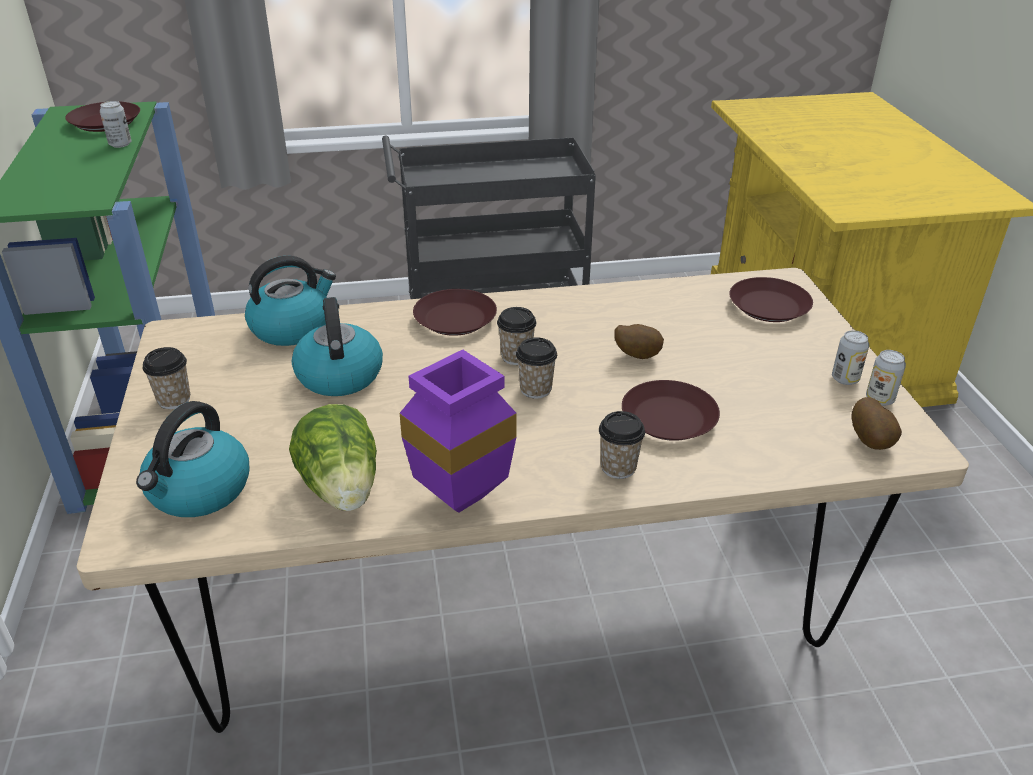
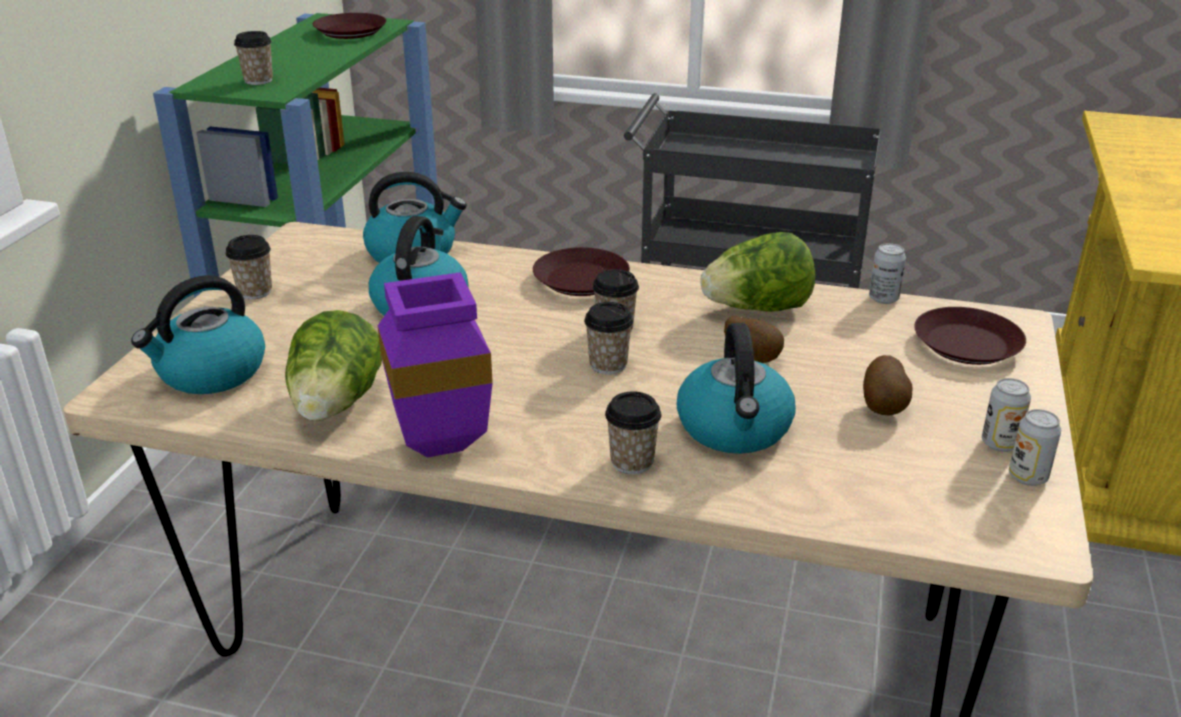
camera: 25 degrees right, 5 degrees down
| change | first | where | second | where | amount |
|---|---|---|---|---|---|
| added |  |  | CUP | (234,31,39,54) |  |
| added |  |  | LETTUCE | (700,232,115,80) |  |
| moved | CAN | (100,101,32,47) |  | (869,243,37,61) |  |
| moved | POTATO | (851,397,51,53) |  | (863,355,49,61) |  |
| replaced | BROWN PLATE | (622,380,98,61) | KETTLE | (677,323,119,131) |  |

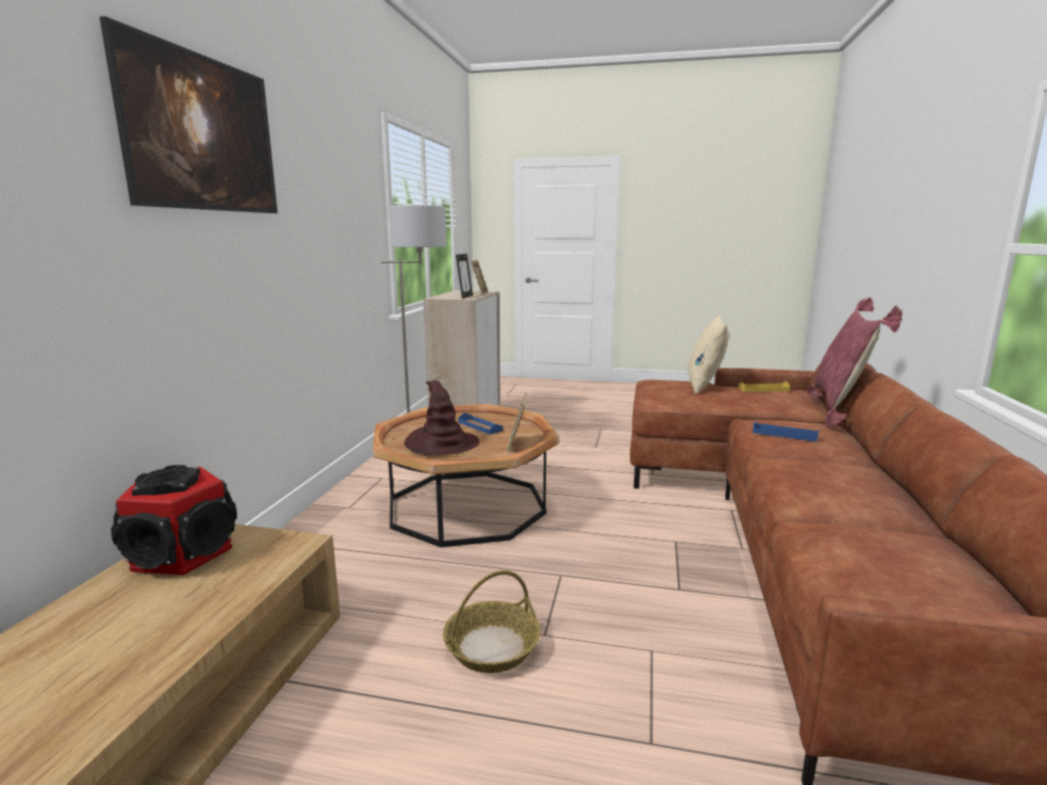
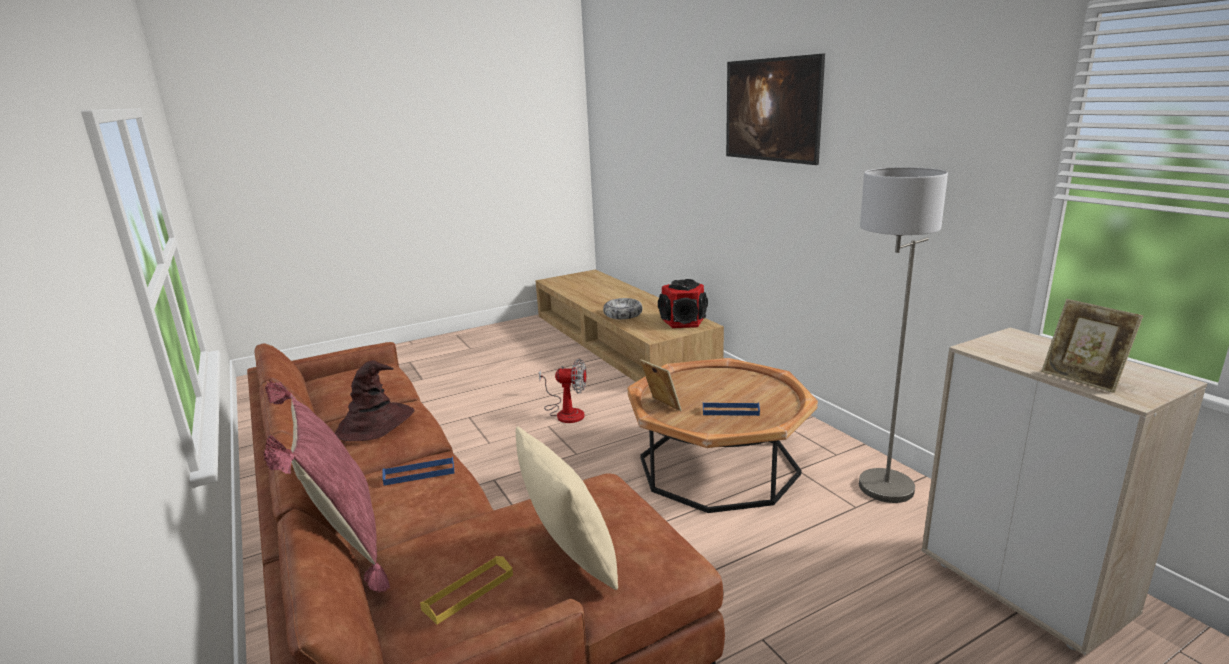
camera: 140 degrees right, 5 degrees up
| change | first | where | second | where | amount |
|---|---|---|---|---|---|
| removed | PICTURE FRAME | (456,254,17,45) |  |  |  |
| added |  |  | BOWL | (603,298,40,21) |  |
| moved | BROWN HAT | (404,380,76,76) |  | (335,360,79,81) |  |
| replaced | BASKET | (443,570,98,103) | FAN | (539,359,48,64) |  |

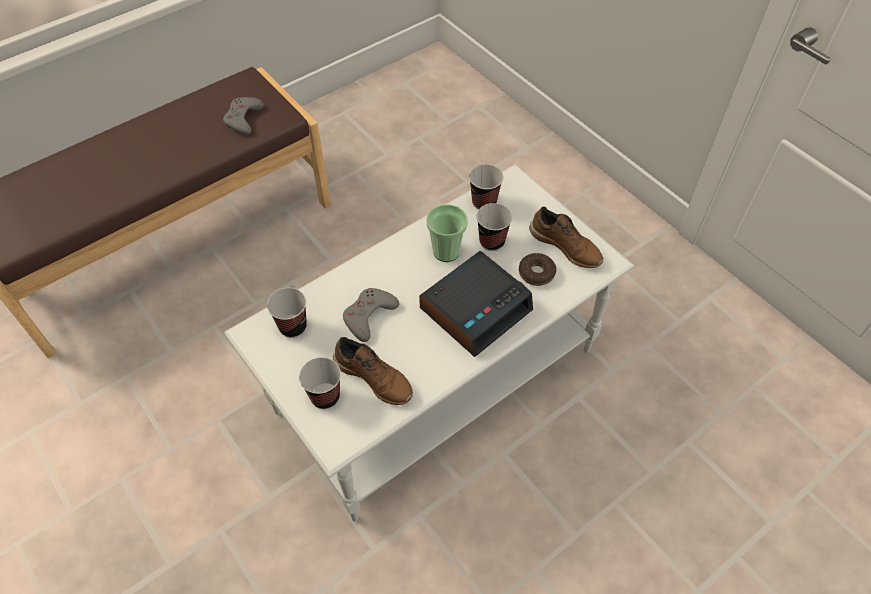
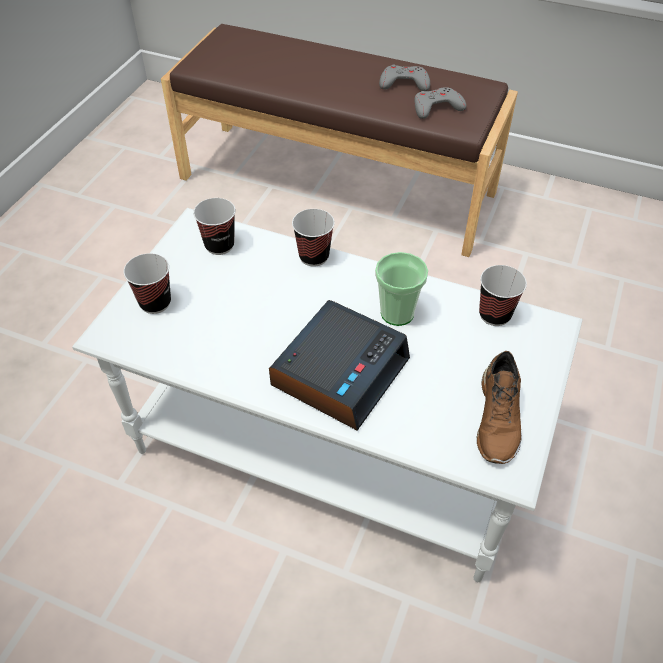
camera: 60 degrees right, 5 degrees down
| change | first | where | second | where | amount |
|---|---|---|---|---|---|
| removed | BROWN SHOE | (333,337,80,68) |  |  |  |
| removed | DONUT | (519,253,37,33) |  |  |  |
| moved | GREY GAME CONTROLLER | (343,288,56,54) |  | (379,64,51,27) |  |
| moved | CUP | (477,203,35,48) |  | (292,209,43,58) |  |
| turned | ALARM CLOCK | (419,251,114,106) |  | (269,300,141,131) | 75 degrees counterclockwise |

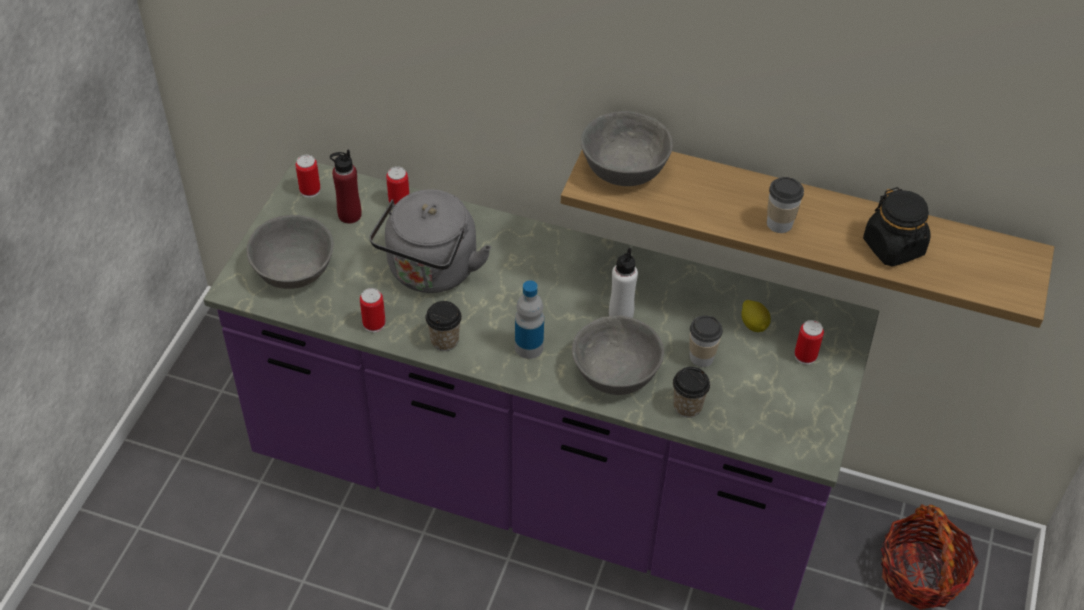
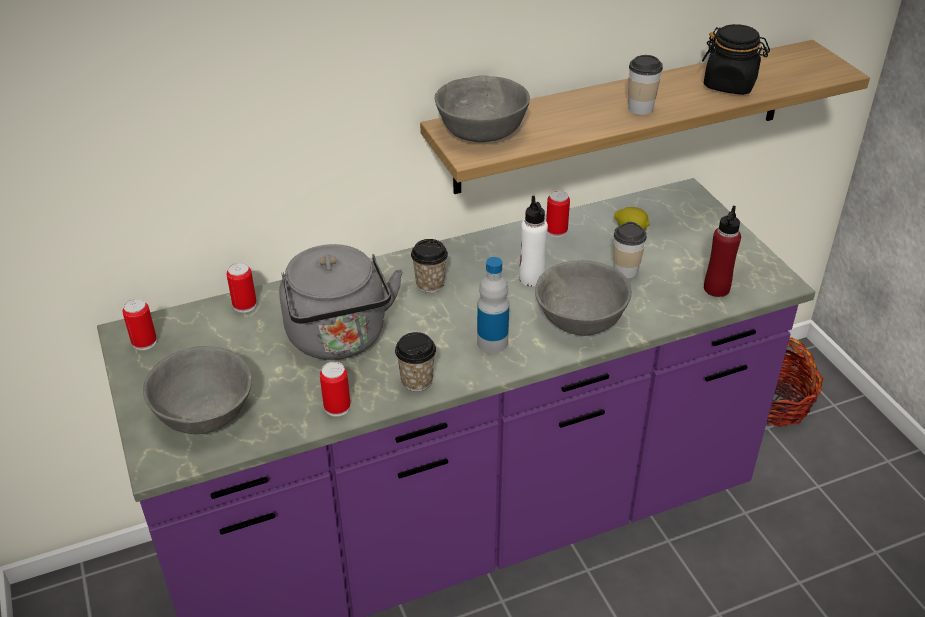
camera: 40 degrees left, 10 degrees down
| change | first | where | second | where | amount |
|---|---|---|---|---|---|
| moved | RED BOTTLE | (330,149,32,75) |  | (704,205,37,92) |  |
| moved | CUP | (673,367,37,51) |  | (411,239,37,54) |  |
| moved | CAN | (794,320,30,45) |  | (546,190,24,47) |  |

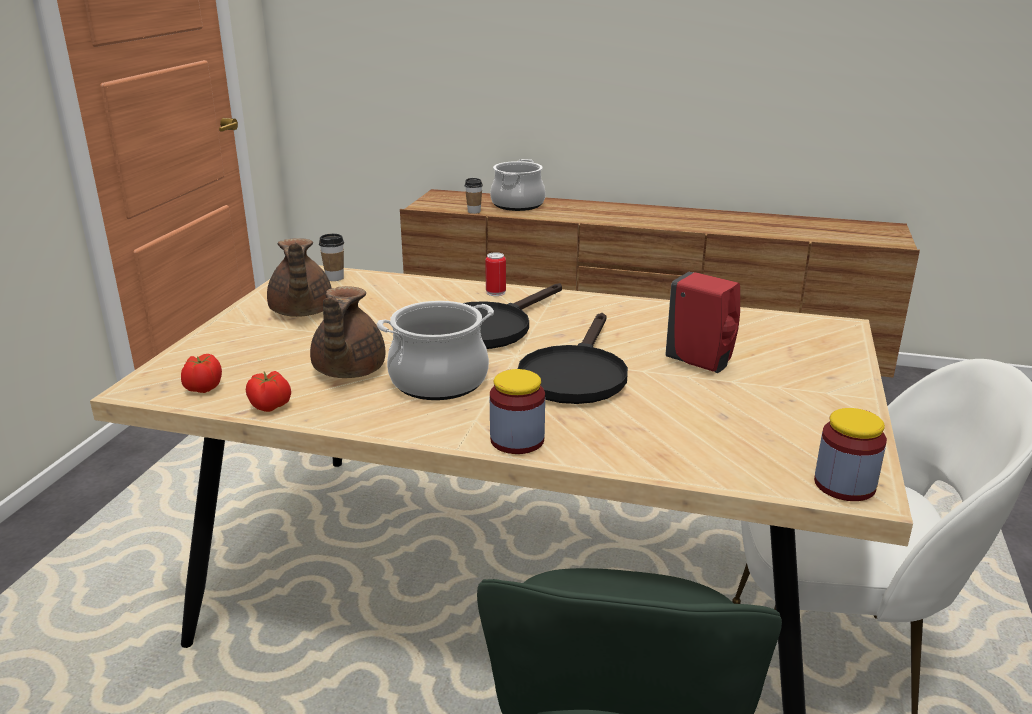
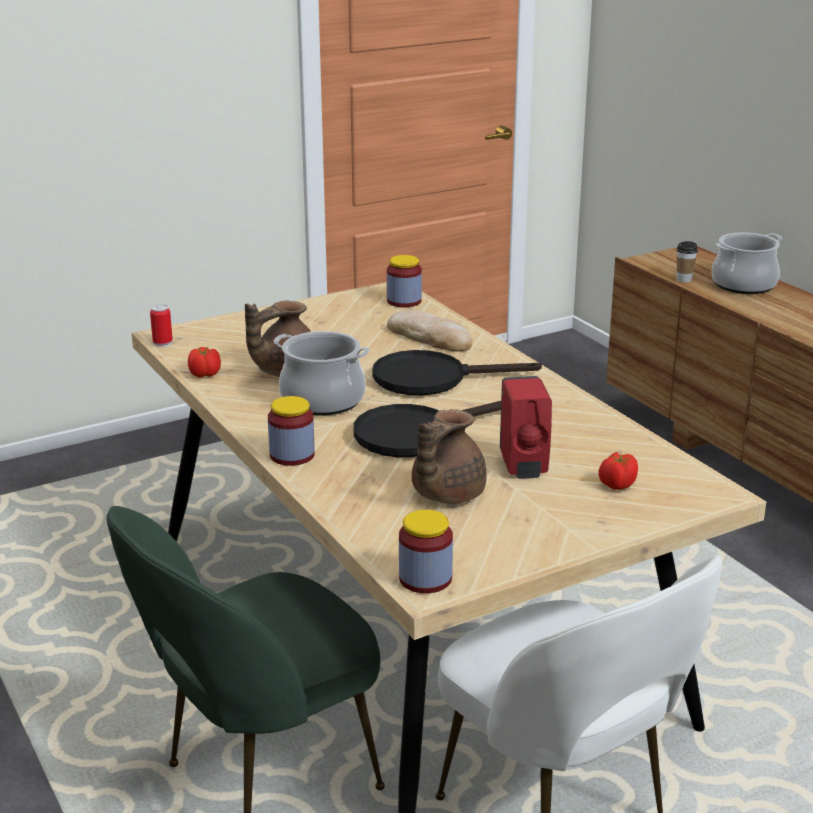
camera: 45 degrees right, 0 degrees up
| change | first | where | second | where | amount |
|---|---|---|---|---|---|
| added |  |  | BREAD | (387,310,85,42) |  |
| moved | TOMATO | (181,354,41,39) |  | (598,452,40,38) |  |
| moved | BROWN TEAPOT | (267,238,64,79) |  | (412,409,75,95) |  |
| moved | CAN | (485,252,21,44) |  | (150,305,23,42) |  |
| replaced | CUP | (319,234,25,47) | JAR | (387,255,35,52) |  |

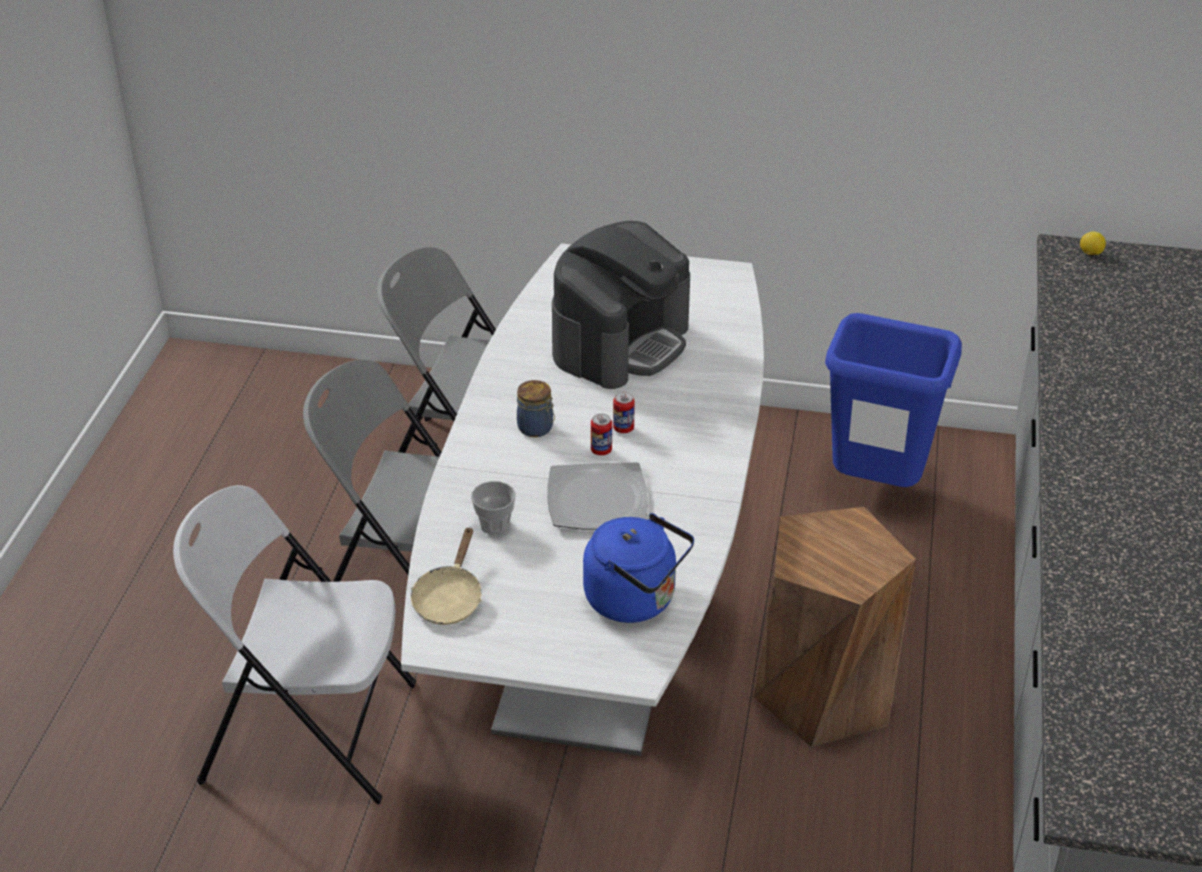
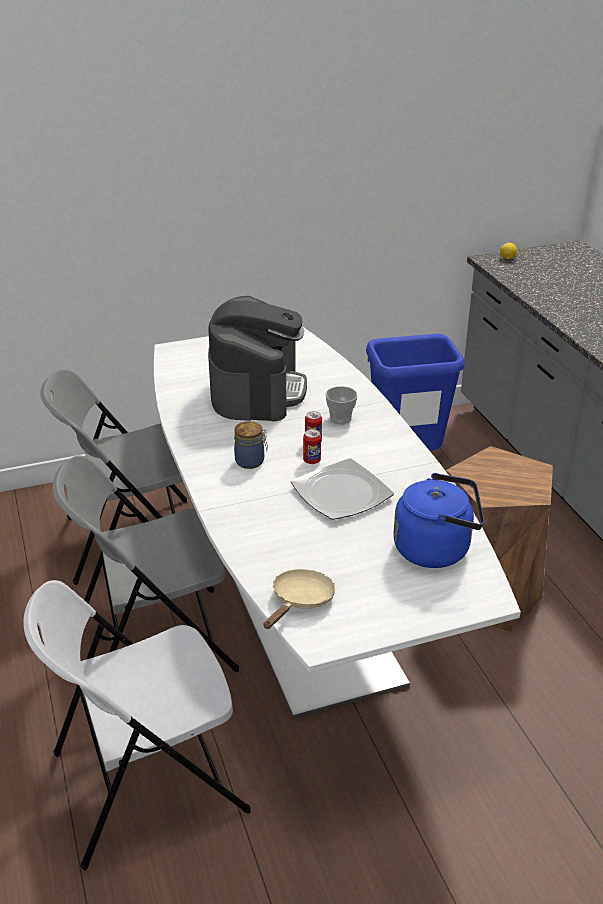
camera: 30 degrees left, 5 degrees down
| change | first | where | second | where | amount |
|---|---|---|---|---|---|
| moved | CUP | (471,481,45,54) |  | (325,386,33,38) |  |
| turned | BEIGE FRYING PAN | (411,527,70,98) |  | (263,569,72,60) | 135 degrees counterclockwise |

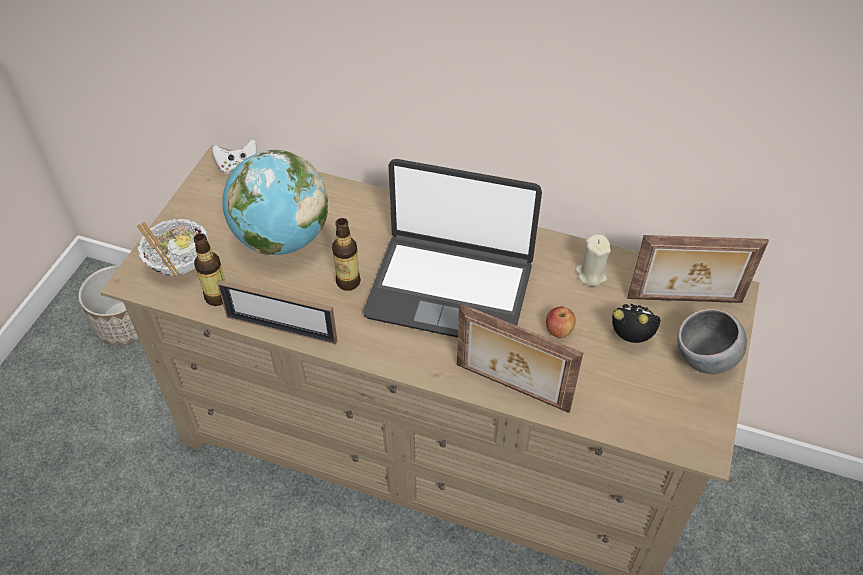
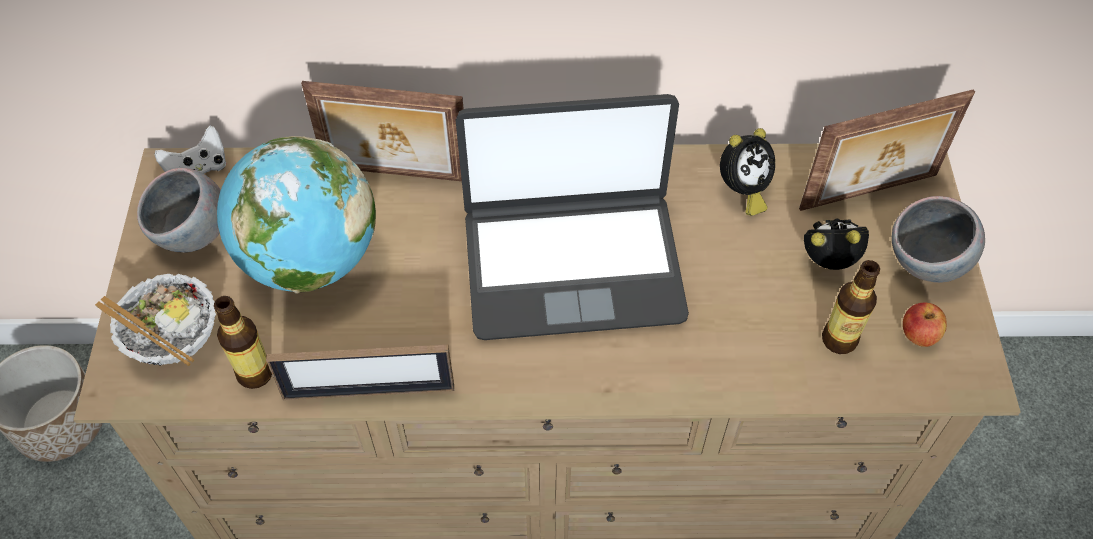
camera: 20 degrees left, 5 degrees up
| change | first | where | second | where | amount |
|---|---|---|---|---|---|
| added |  |  | GREY BOWL | (137,168,84,85) |  |
| moved | BOTTLE | (332,218,29,73) |  | (822,260,58,94) |  |
| moved | PICTURE FRAME | (457,303,126,110) |  | (301,81,163,100) |  |
| moved | APPLE | (546,307,30,31) |  | (903,303,44,44) |  |
| replaced | BEIGE CANDLE | (575,234,36,52) | ALARM CLOCK | (720,128,55,88) |  |

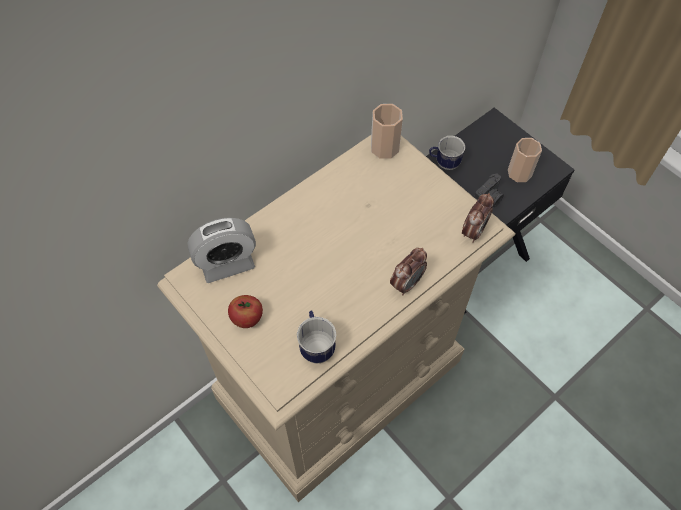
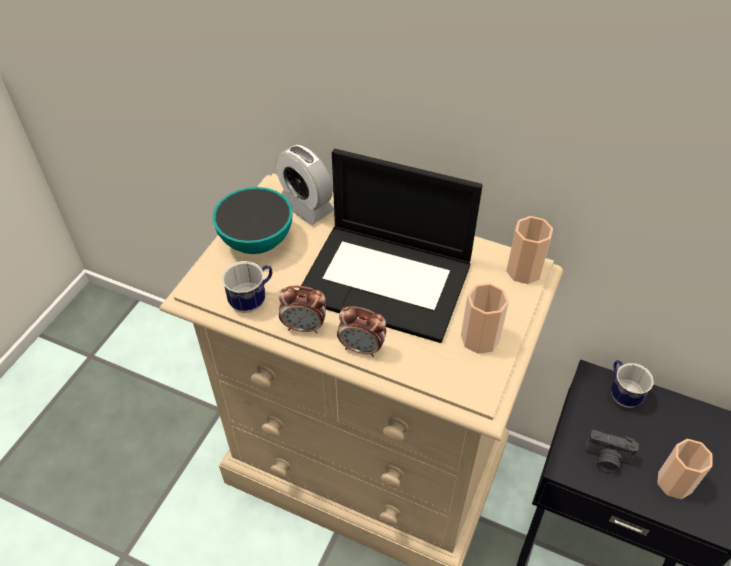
camera: 65 degrees right, 10 degrees down
| change | first | where | second | where | amount |
|---|---|---|---|---|---|
| added |  |  | LAPTOP | (299,149,184,194) |  |
| added |  |  | CUP | (461,283,48,71) |  |
| moved | ALARM CLOCK | (462,193,32,50) |  | (279,286,47,47) |  |
| replaced | APPLE | (228,295,35,33) | BOWL | (212,187,81,67) |  |

